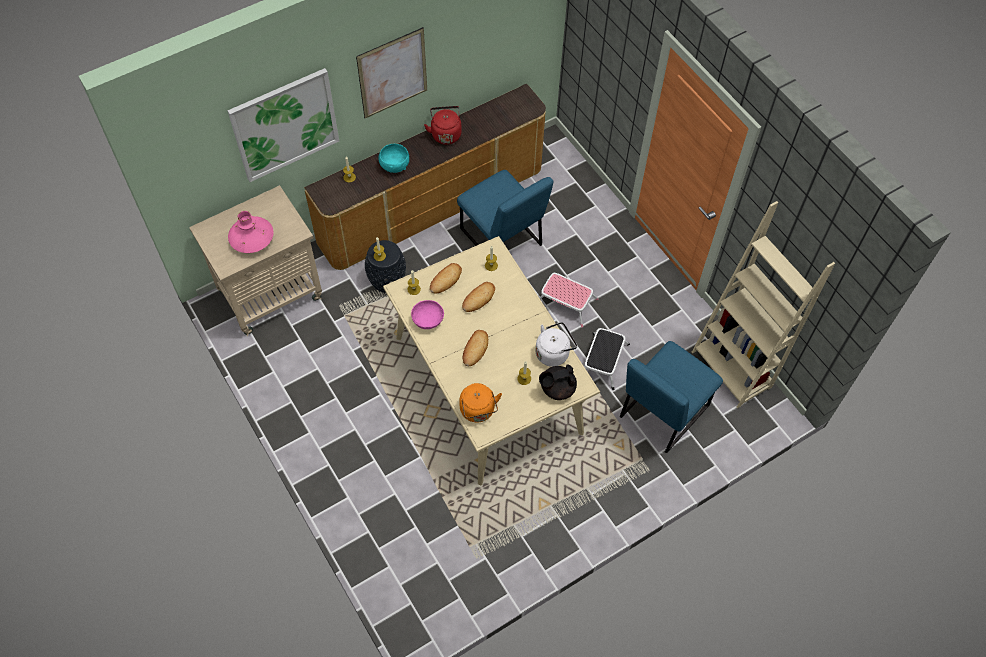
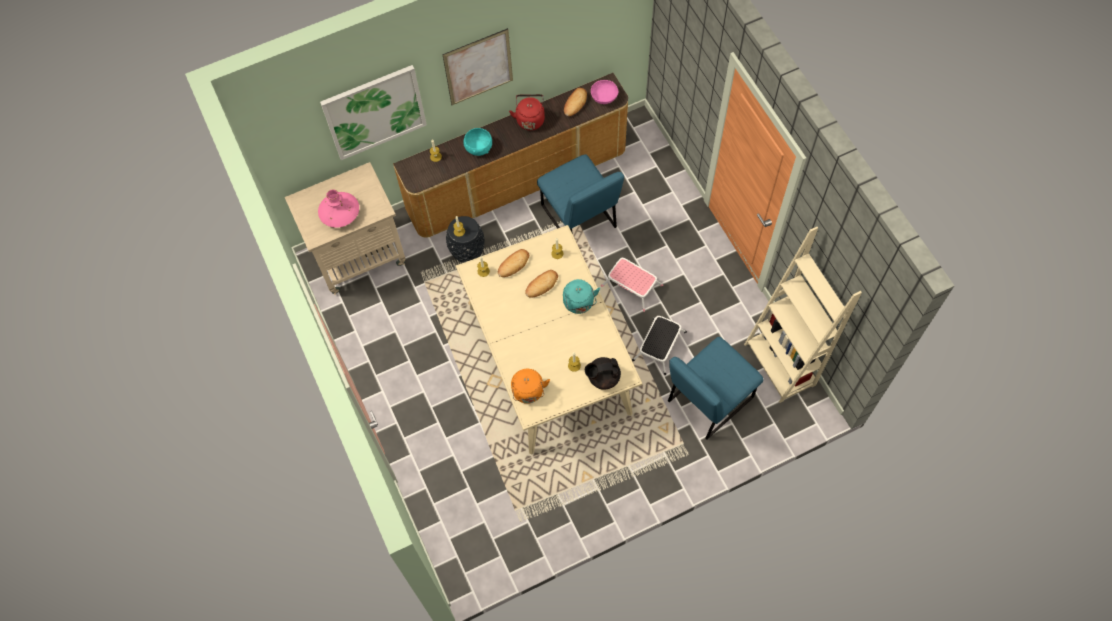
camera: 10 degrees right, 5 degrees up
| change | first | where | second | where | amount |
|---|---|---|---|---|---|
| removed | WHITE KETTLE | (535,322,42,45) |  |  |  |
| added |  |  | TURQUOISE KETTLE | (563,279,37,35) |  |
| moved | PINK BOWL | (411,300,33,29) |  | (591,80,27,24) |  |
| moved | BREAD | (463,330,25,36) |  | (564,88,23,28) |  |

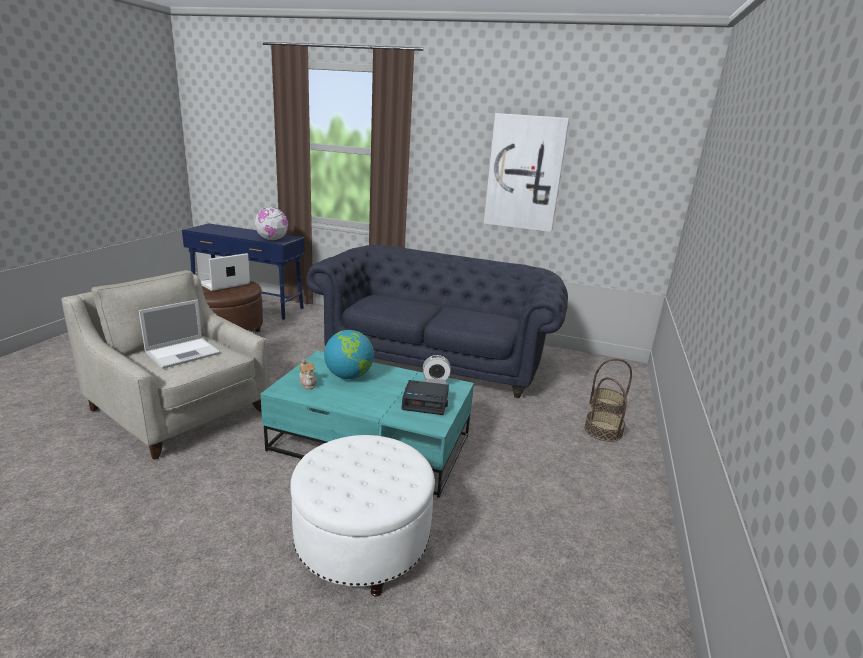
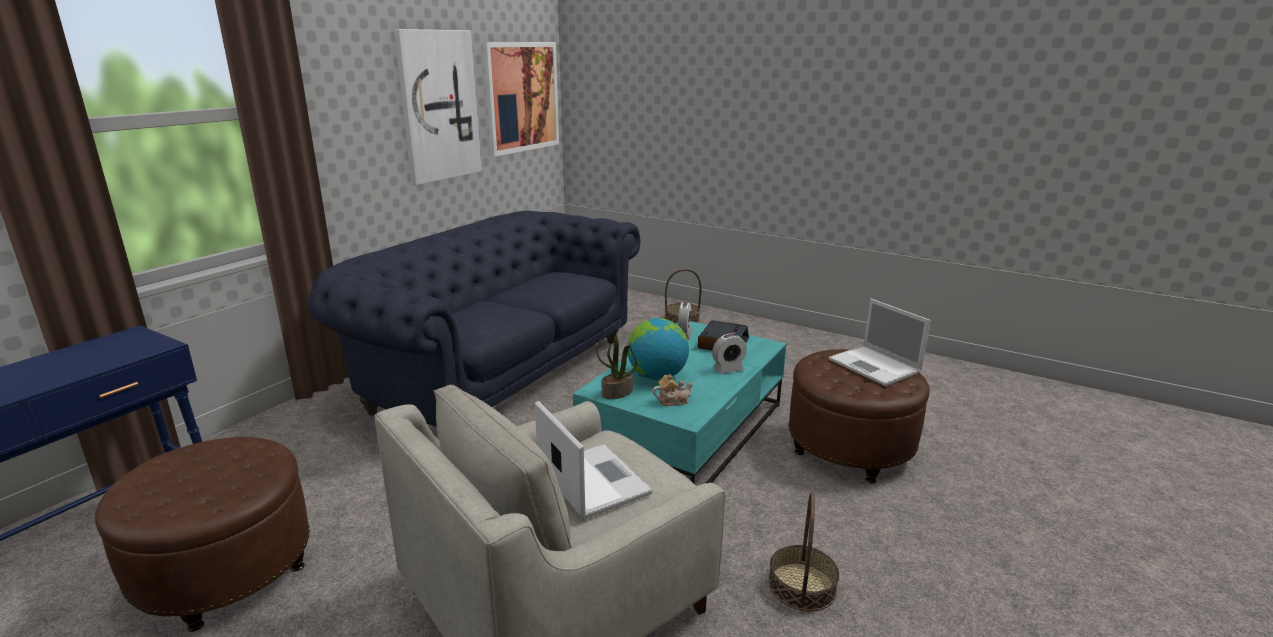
camera: 75 degrees left, 0 degrees up
| change | first | where | second | where | amount |
|---|---|---|---|---|---|
| removed | GLOBE | (254,207,34,33) |  |  |  |
| added |  |  | PICTURE | (483,42,76,115) |  |
| added |  |  | POTTED PLANT | (596,335,41,64) |  |
| added |  |  | ALARM CLOCK | (712,334,35,40) |  |
| moved | LAPTOP | (201,253,49,38) |  | (829,299,102,87) |  |
| moved | BASKET | (589,358,43,57) |  | (768,493,71,118) |  |
| recoloured | WHITE OTTOMAN | (290,435,145,162) | BROWN OTTOMAN | (788,349,142,134) |  |

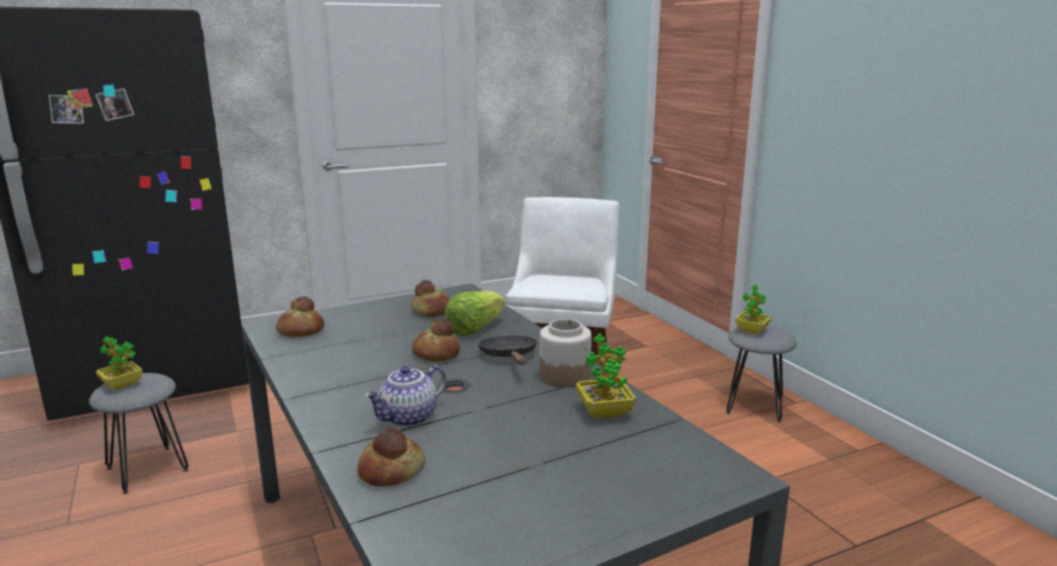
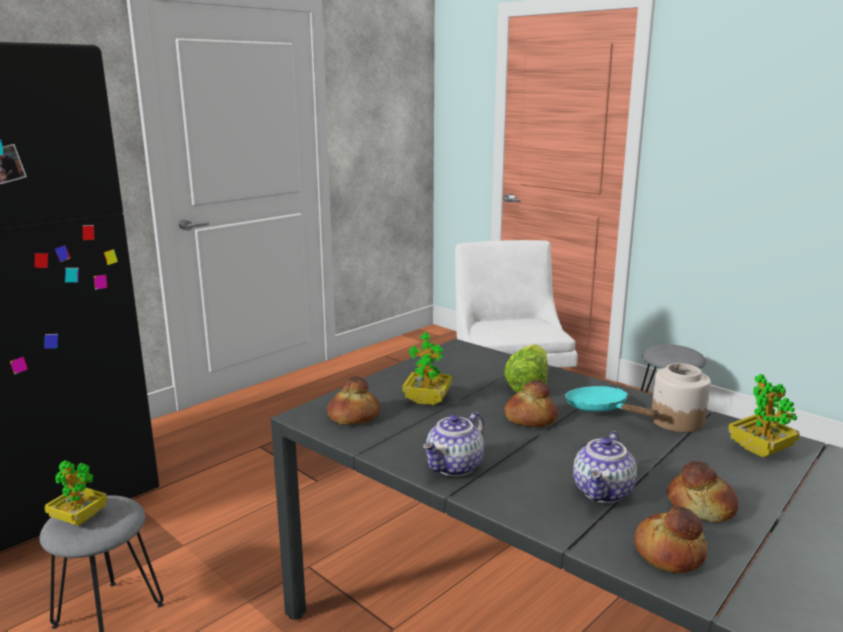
camera: 20 degrees left, 0 degrees up
| change | first | where | second | where | amount |
|---|---|---|---|---|---|
| added |  |  | TEAPOT | (423,412,61,65) |  |
| moved | BREAD | (411,280,39,37) |  | (667,461,72,62) |  |
| moved | POTTED PLANT | (735,285,36,49) |  | (402,332,50,73) |  |
| recoloured | BLACK FRYING PAN | (478,335,59,30) | TURQUOISE FRYING PAN | (565,386,94,30) |  |

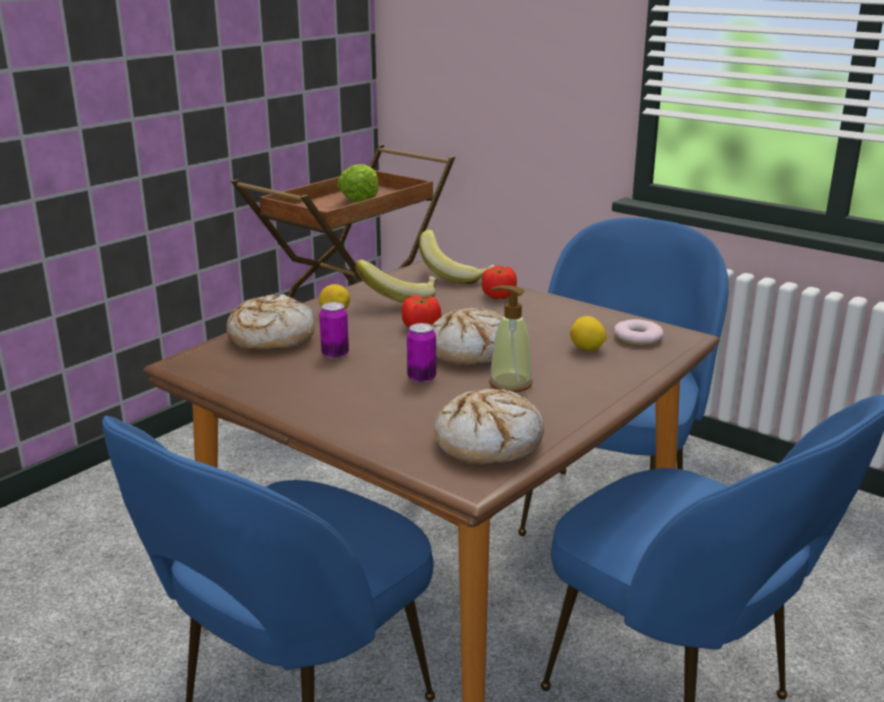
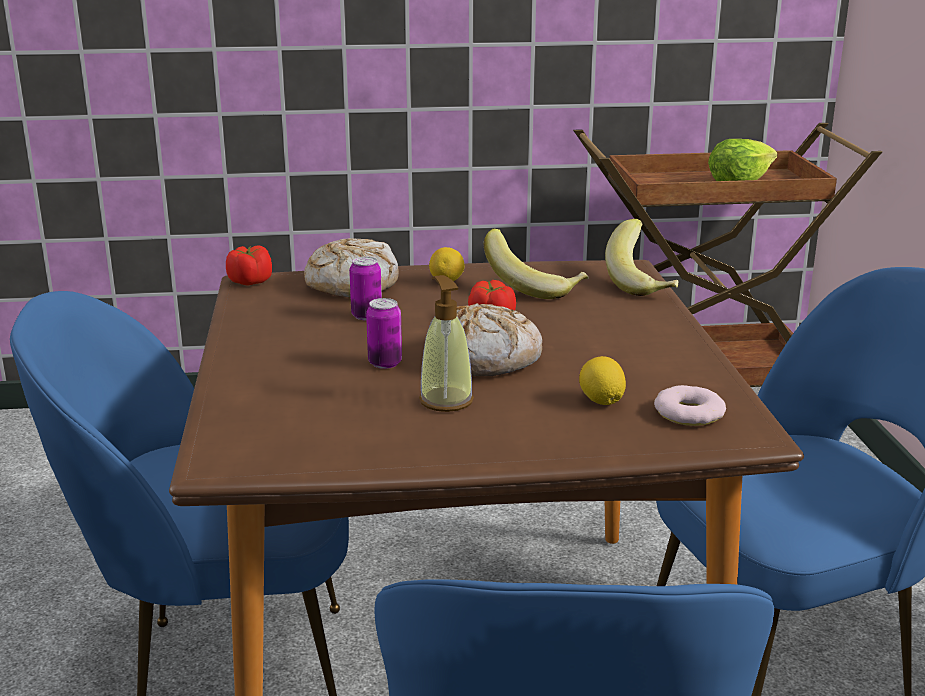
camera: 45 degrees right, 0 degrees up
| change | first | where | second | where | amount |
|---|---|---|---|---|---|
| removed | BREAD | (434,389,110,77) |  |  |  |
| moved | TOMATO | (482,266,35,33) |  | (226,245,46,41) |  |

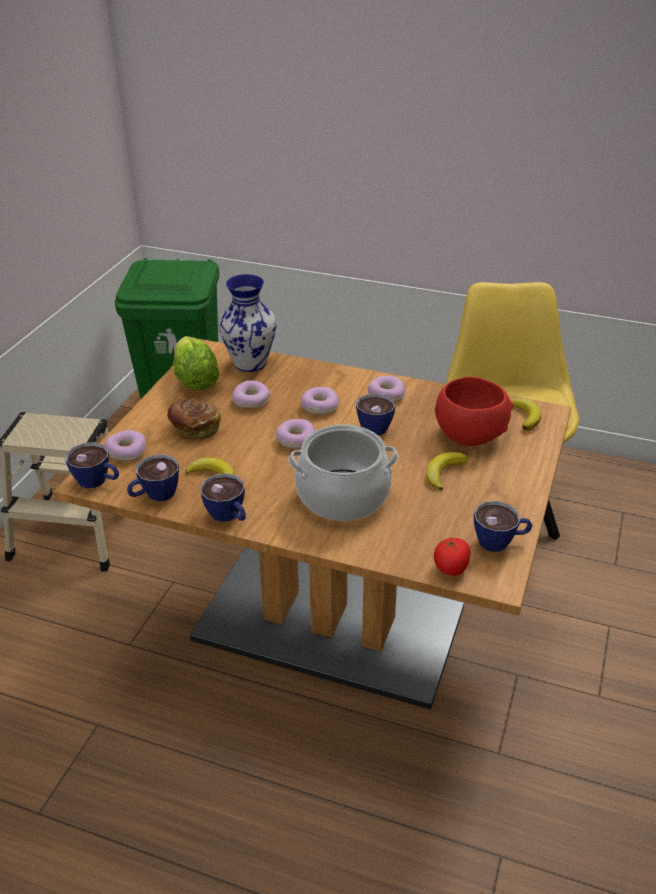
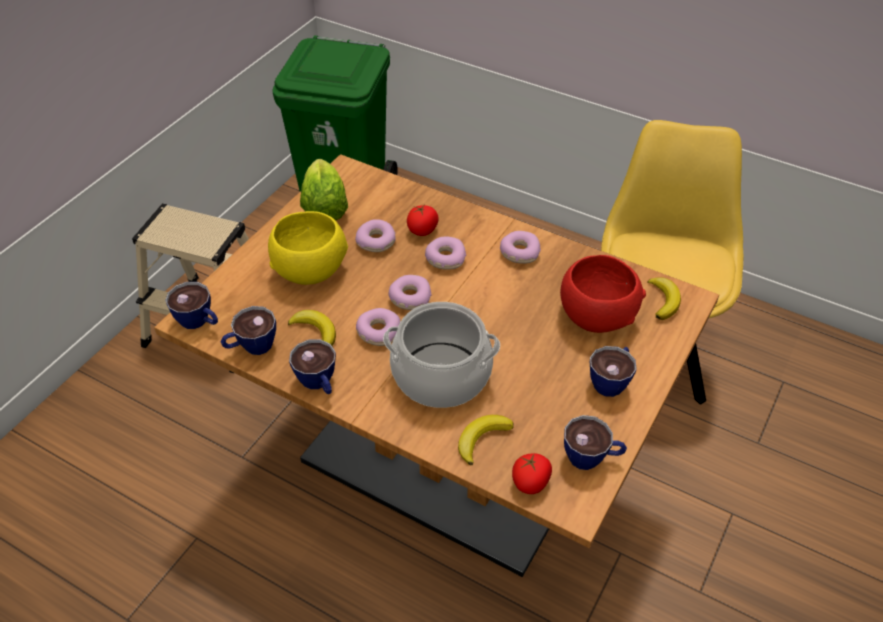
camera: 10 degrees right, 10 degrees up
| change | first | where | second | where | amount |
|---|---|---|---|---|---|
| removed | VASE | (219,274,58,98) |  |  |  |
| added |  |  | TOMATO | (407,205,31,31) |  |
| moved | DONUT | (105,430,41,31) |  | (356,308,44,38) |  |
| moved | CUP | (356,394,39,41) |  | (590,346,47,51) |  |
| moved | BANANA | (426,452,42,39) |  | (458,415,56,50) |  |
| replaced | BREAD | (167,398,54,41) | YELLOW BOWL | (268,211,80,74) |  |

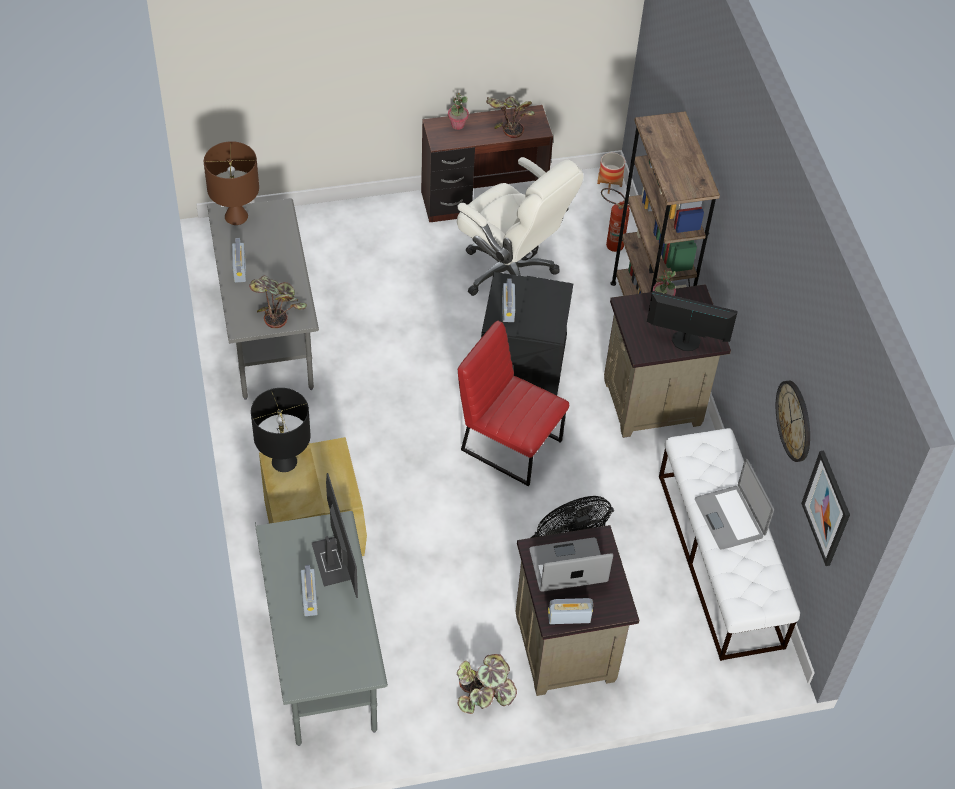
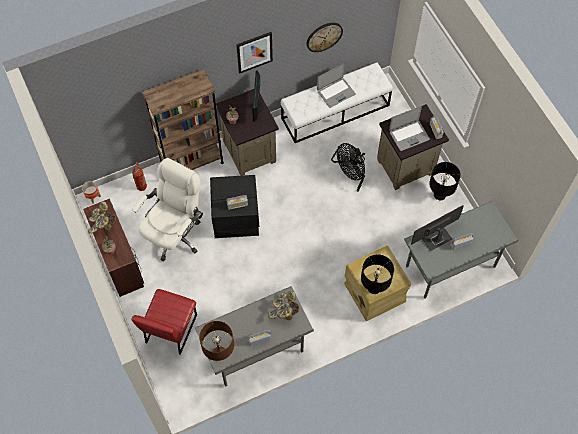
camera: 100 degrees left, 10 degrees up
| change | first | where | second | where | amount |
|---|---|---|---|---|---|
| moved | RED CHAIR | (458,320,111,166) |  | (131,289,66,66) |  |
| moved | PICTURE | (801,451,49,115) |  | (236,32,37,42) |  |
| replaced | POTTED PLANT | (457,654,60,60) | BLACK TABLE LAMP | (429,162,32,38) |  |
| turned | LAPTOP | (529,538,84,54) |  | (389,106,41,45) | 90 degrees counterclockwise |

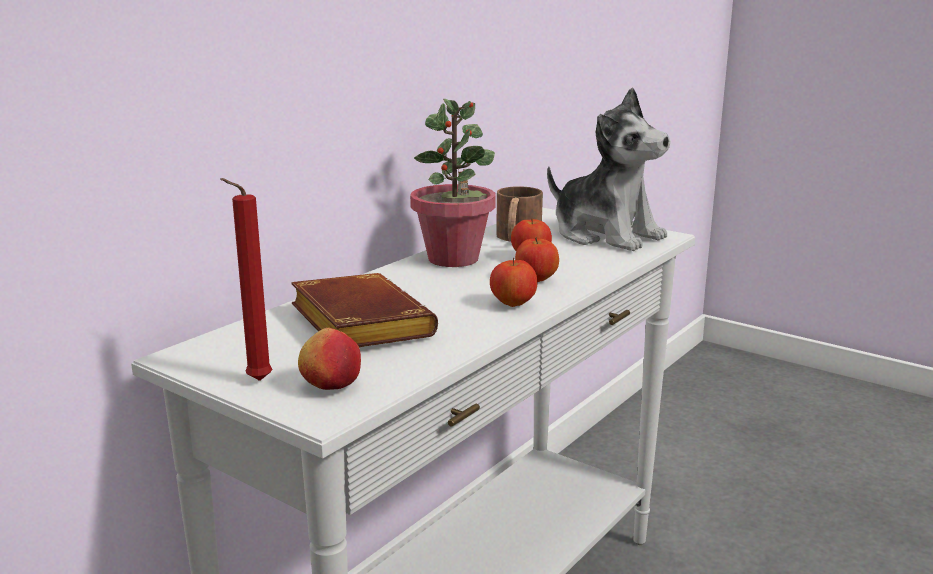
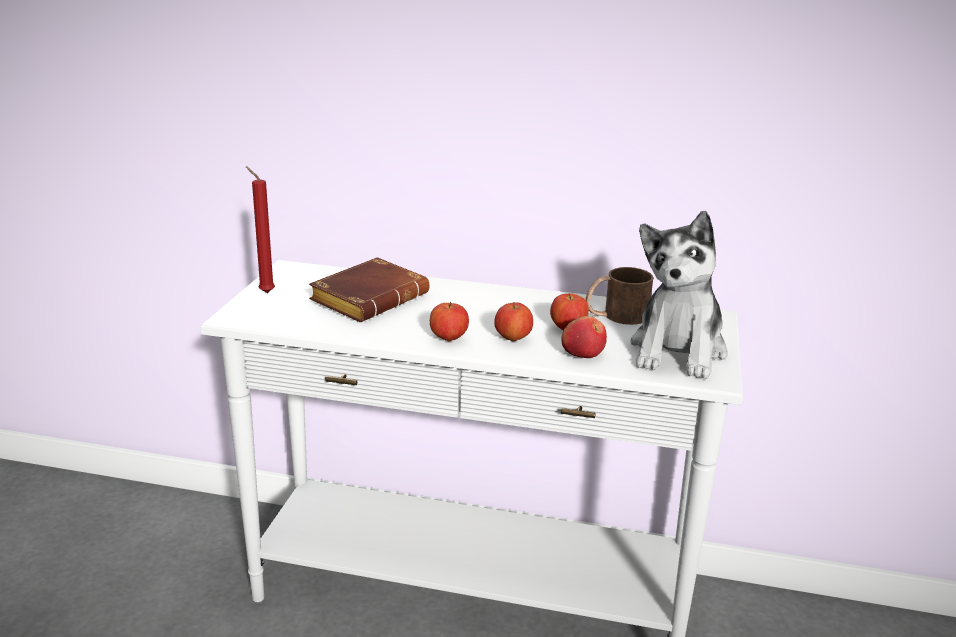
camera: 65 degrees right, 5 degrees up
| change | first | where | second | where | amount |
|---|---|---|---|---|---|
| removed | POTTED PLANT | (410,99,86,168) |  |  |  |
| moved | APPLE | (298,328,63,62) |  | (561,316,46,42) |  |

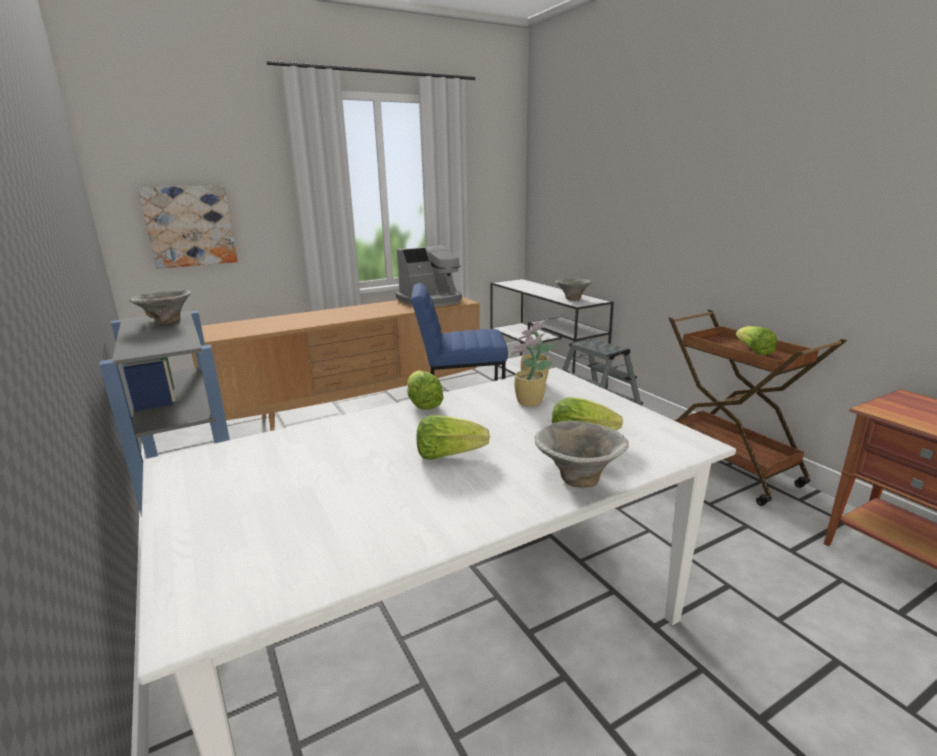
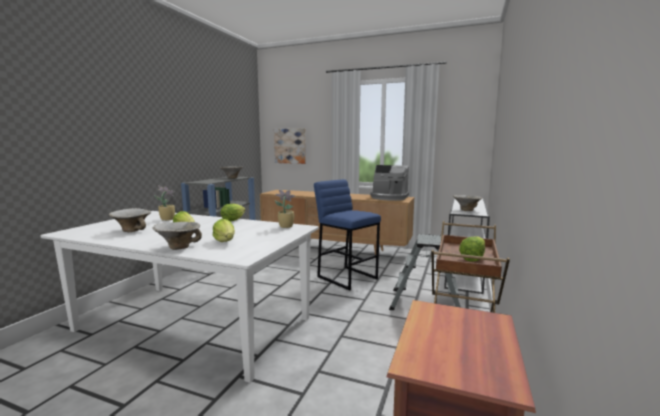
camera: 50 degrees right, 10 degrees down
| change | first | where | second | where | amount |
|---|---|---|---|---|---|
| added |  |  | BOWL | (109,208,42,24) |  |
| moved | POTTED PLANT | (511,333,41,73) |  | (154,185,21,36) |  |

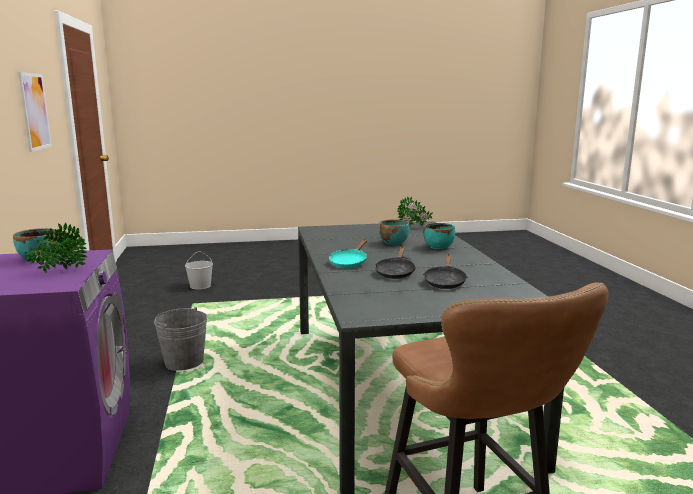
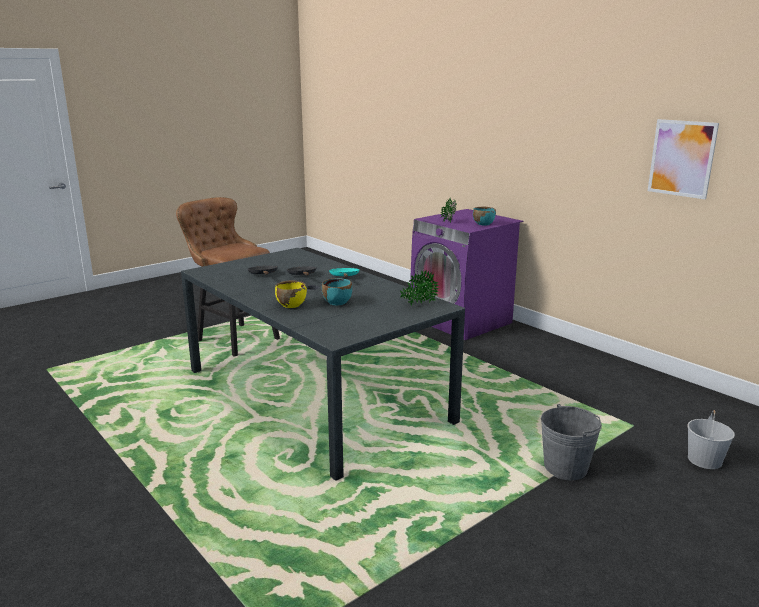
camera: 150 degrees right, 5 degrees up
| change | first | where | second | where | amount |
|---|---|---|---|---|---|
| moved | GREY BUCKET | (154,307,53,64) |  | (541,404,61,76) |  |
| moved | POTTED PLANT | (397,196,36,30) |  | (400,270,39,36) |  |
| recoloured | TURQUOISE BOWL | (423,223,32,26) | YELLOW BOWL | (275,280,32,28) |  |

